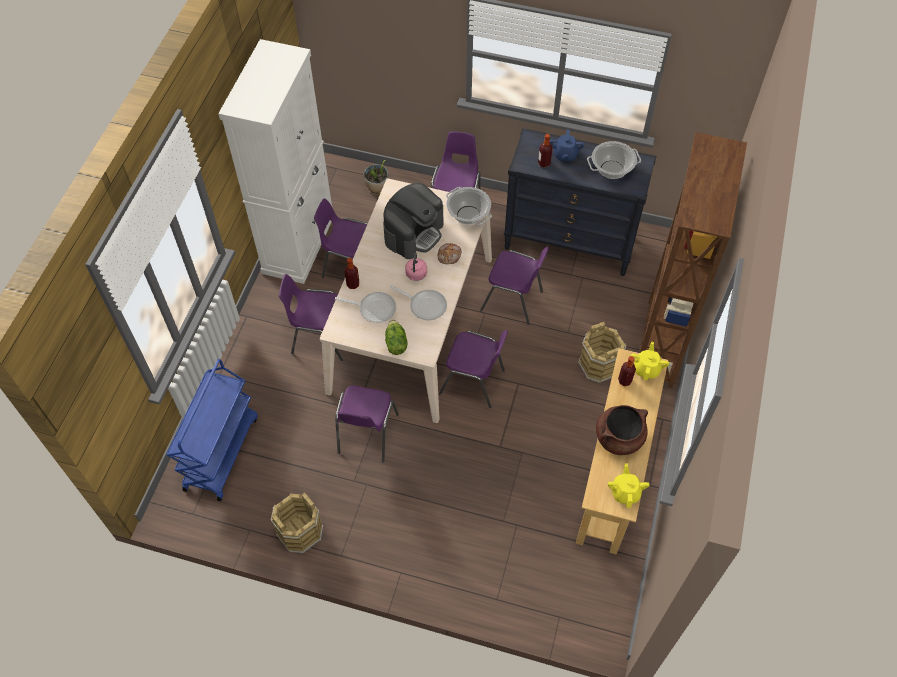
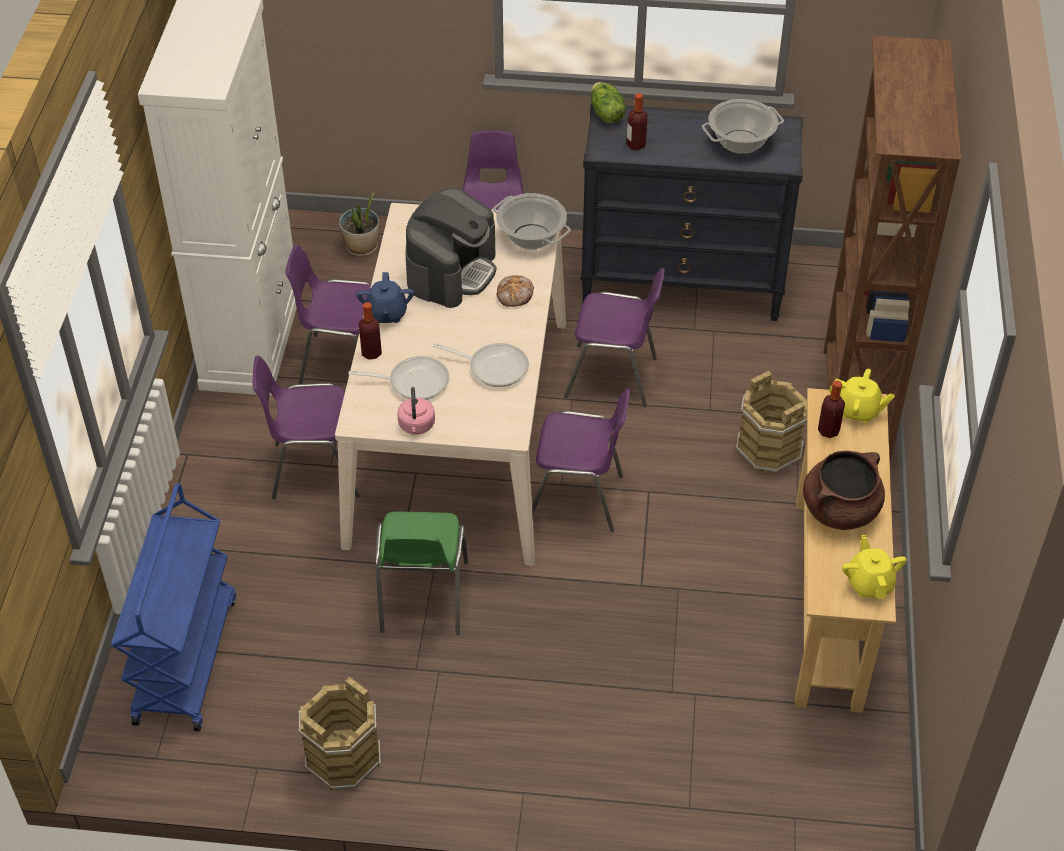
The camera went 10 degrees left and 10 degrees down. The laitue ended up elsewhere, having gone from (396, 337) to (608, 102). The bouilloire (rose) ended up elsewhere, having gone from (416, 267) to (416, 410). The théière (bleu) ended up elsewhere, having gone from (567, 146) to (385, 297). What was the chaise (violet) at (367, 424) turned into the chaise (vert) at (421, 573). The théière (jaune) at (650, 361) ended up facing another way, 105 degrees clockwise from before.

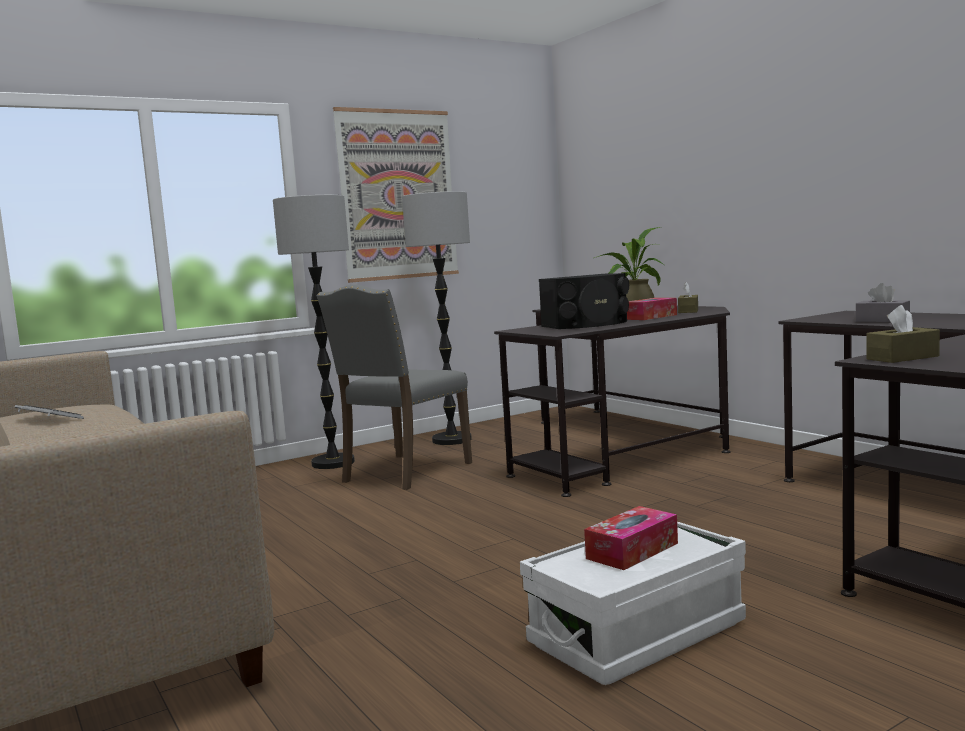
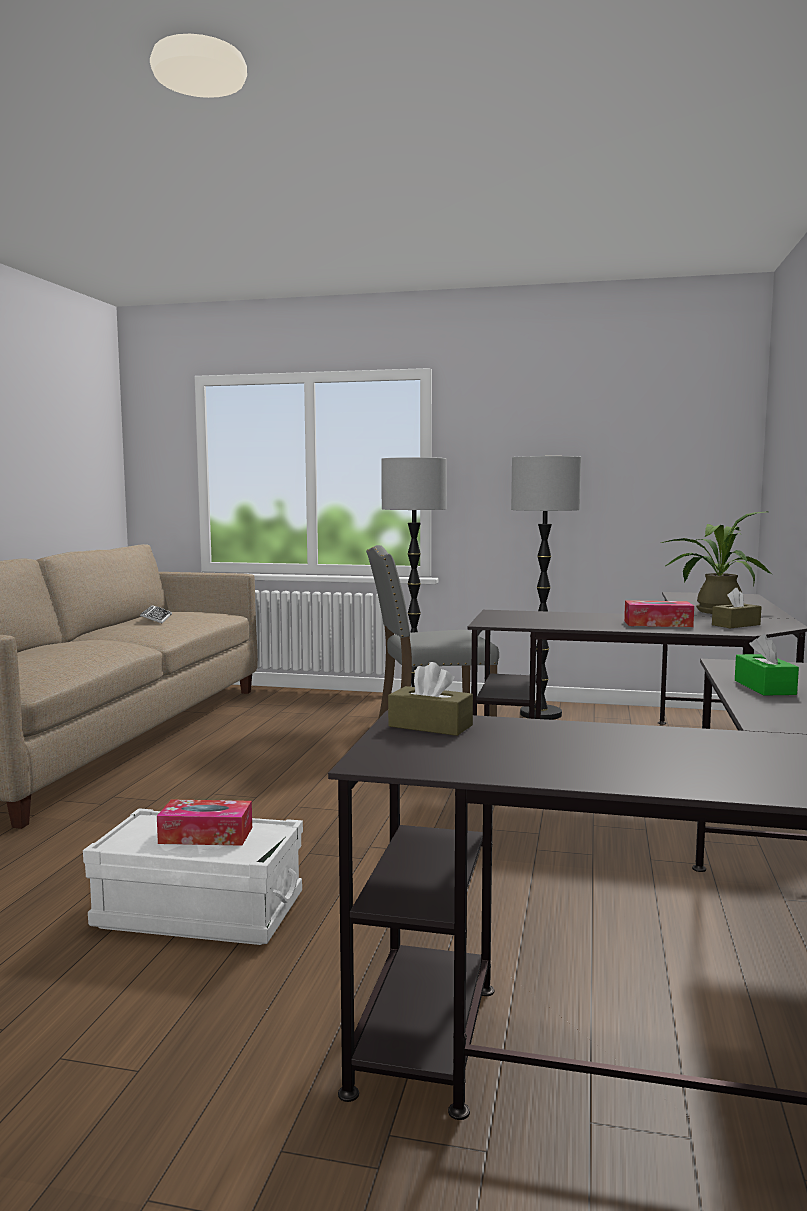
The camera went 45 degrees right and 0 degrees up. The second view lost the tableau at (396, 195). The second view lost the enceinte (noir) at (584, 301). What was the boîte à mouchoirs (gris) at (883, 302) turned into the boîte à mouchoirs (vert) at (767, 665).

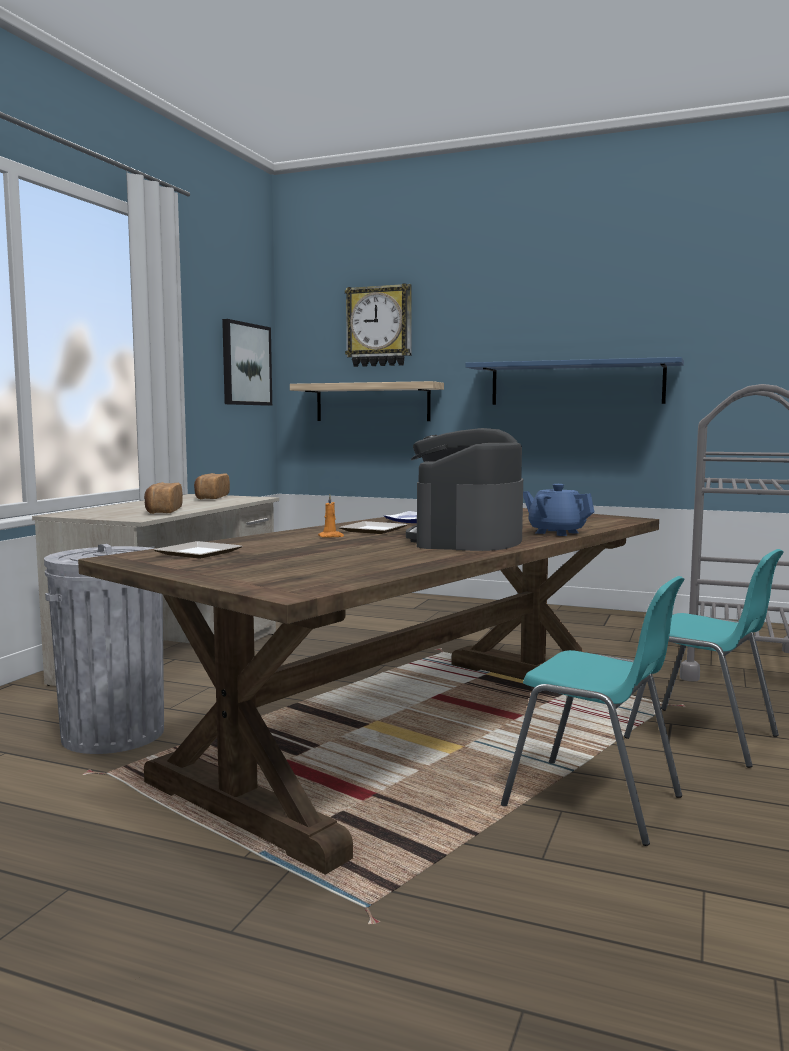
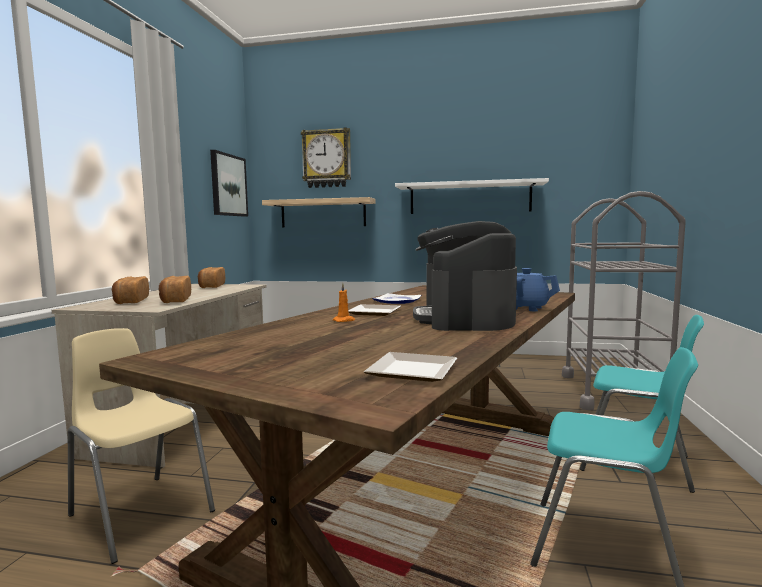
The camera went 10 degrees left and 0 degrees up. The second view gained the pain at (130, 290). The assiette ended up elsewhere, having gone from (198, 550) to (410, 367). Where the poubelle (gris) stood at (104, 649), the chaise (beige) came to stand at (141, 446). What was the étagère (bleu) at (575, 381) turned into the étagère (blanc) at (472, 196).

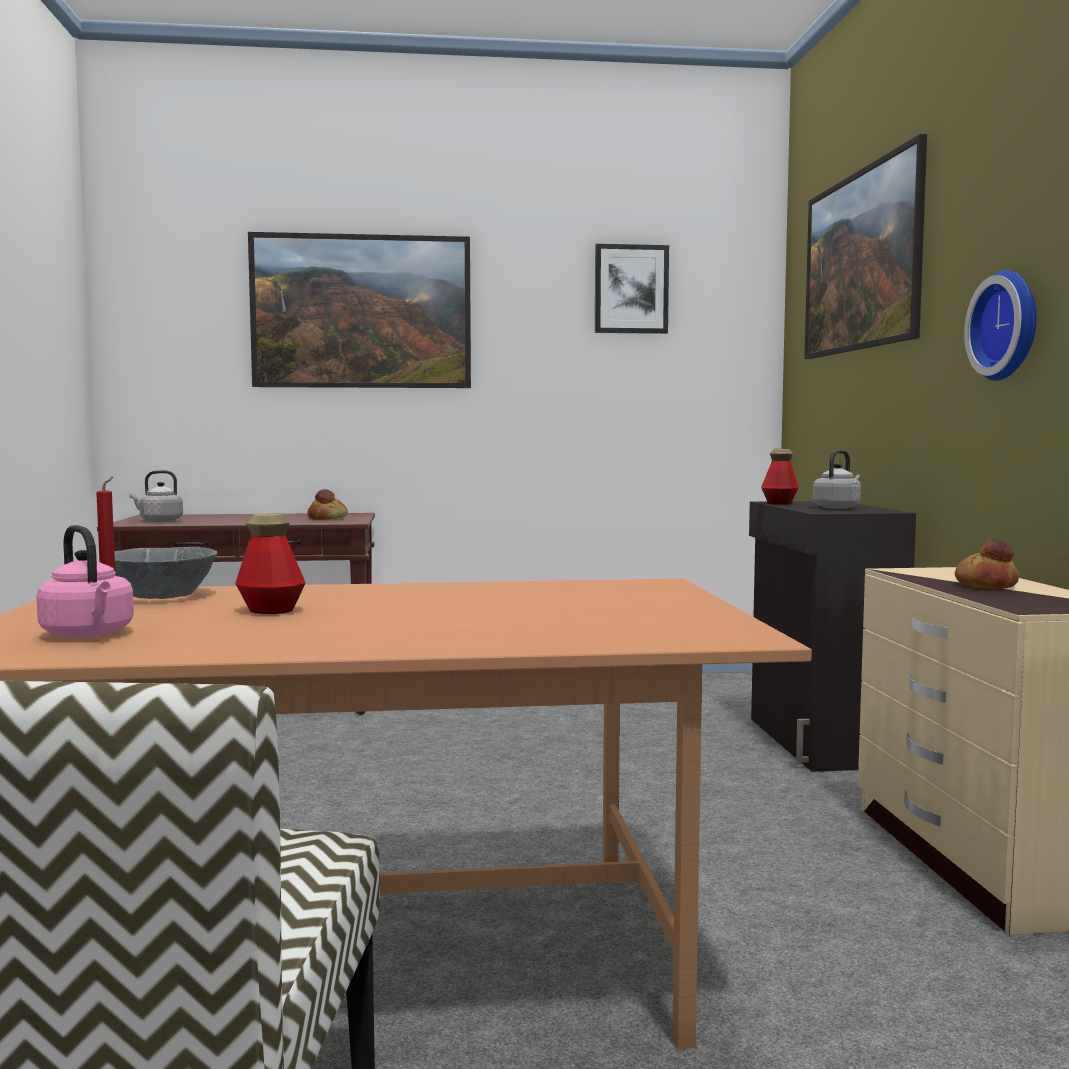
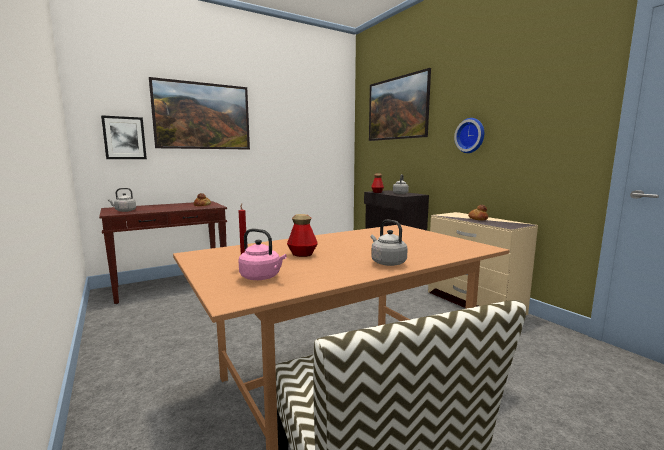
The camera went 25 degrees left and 5 degrees up. The second view lost the bol (gris) at (165, 573). The second view gained the bouilloire (gris) at (389, 243). The tableau ended up elsewhere, having gone from (632, 289) to (124, 137).

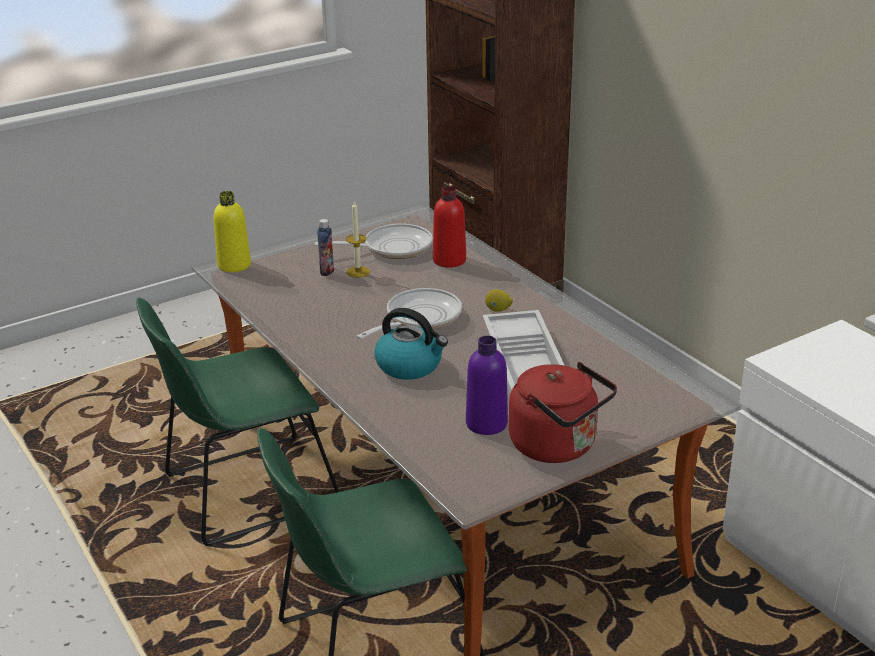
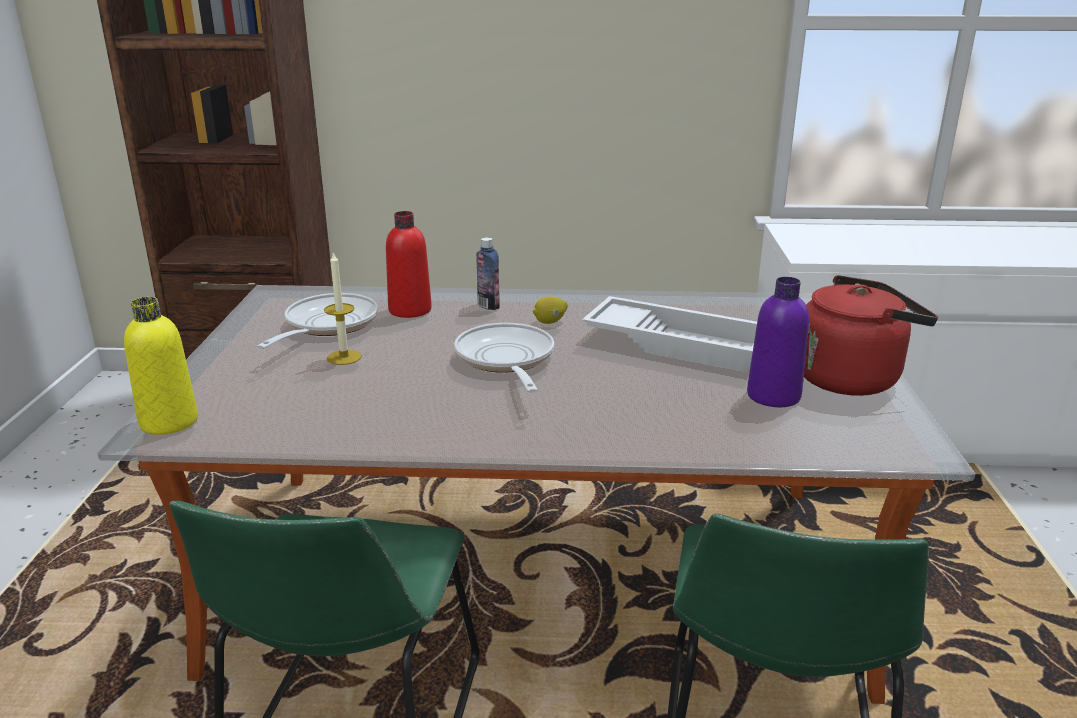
The camera went 55 degrees left and 5 degrees down. The second view lost the bouilloire at (411, 344). The bouteille ended up elsewhere, having gone from (325, 247) to (488, 273).

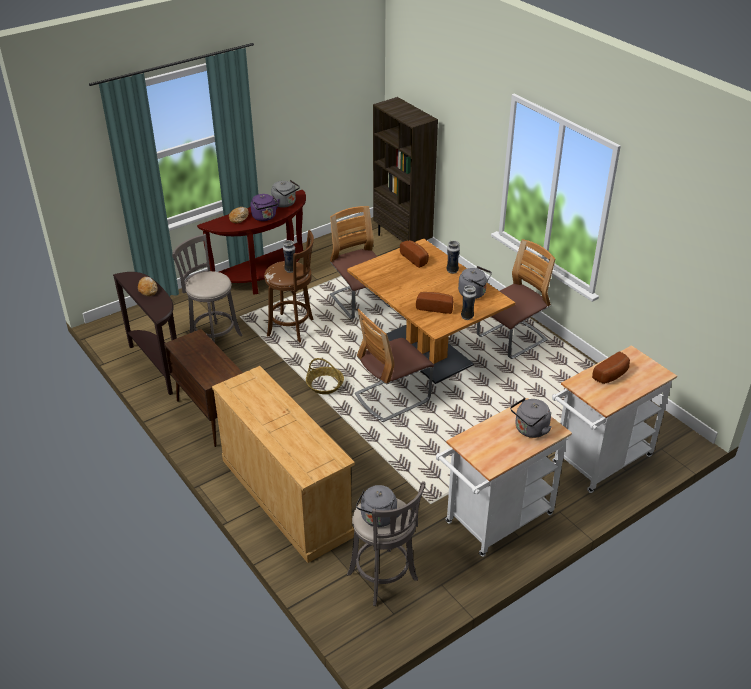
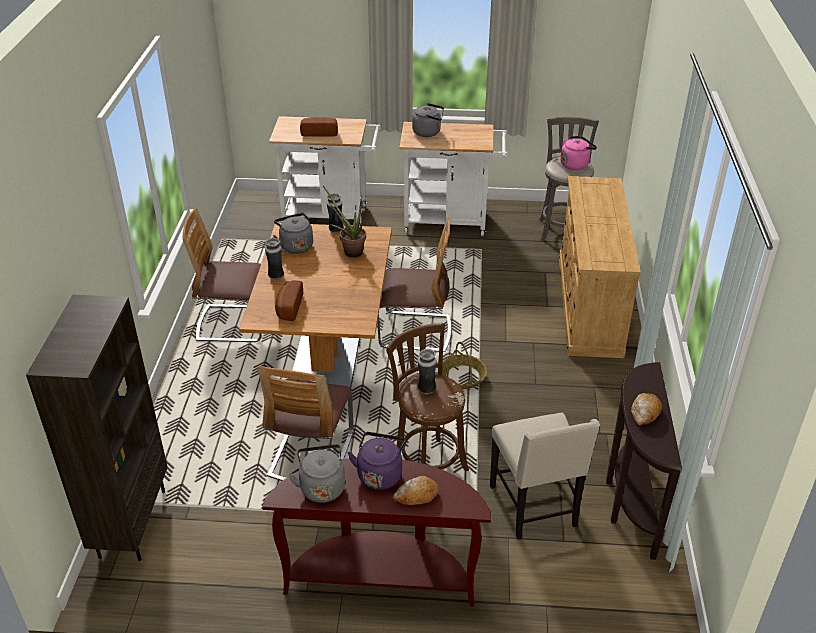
The camera went 140 degrees left and 0 degrees up. The second view lost the meuble de rangement (marron) at (203, 388). Where the tabouret (gris) stood at (207, 288), the chaise (beige) came to stand at (545, 476). Where the pain stood at (434, 303), the plante en pot came to stand at (344, 222). What was the bouilloire (gris) at (378, 506) turned into the bouilloire (rose) at (578, 153).

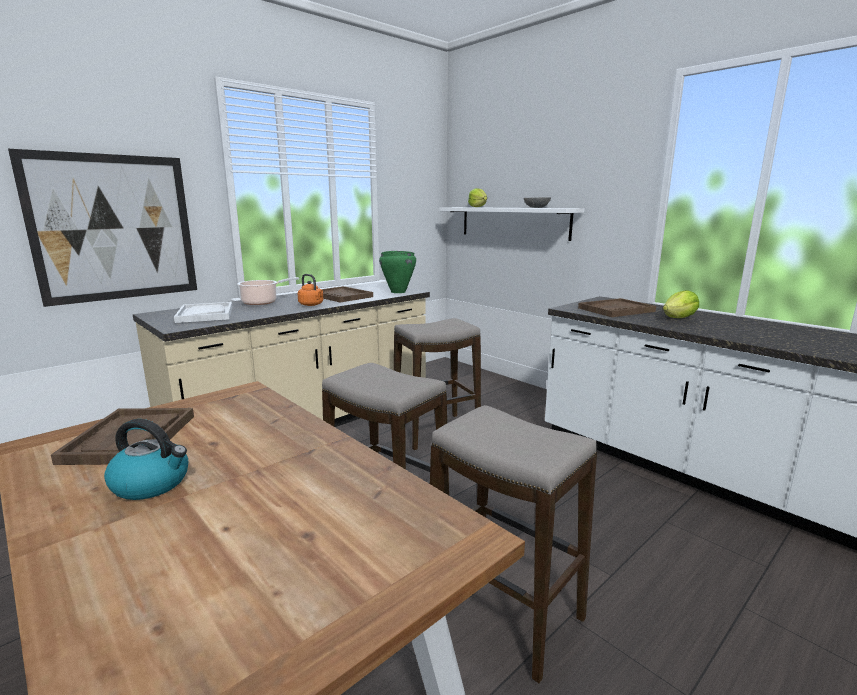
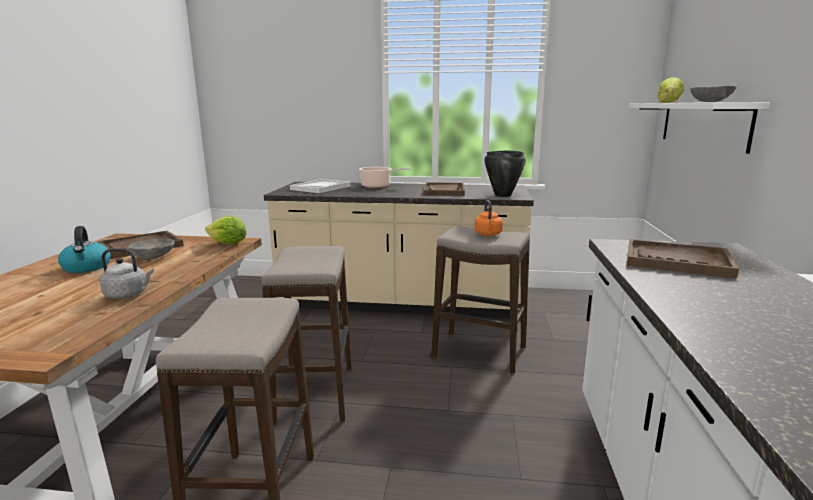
The camera went 50 degrees right and 0 degrees up. The second view lost the tableau at (102, 228). The second view gained the bouilloire (gris) at (127, 273). The second view gained the bol (gris) at (151, 249). The bouilloire (orange) ended up elsewhere, having gone from (310, 290) to (488, 218). The laitue ended up elsewhere, having gone from (681, 304) to (225, 230). What was the marmite (vert) at (397, 272) turned into the marmite (noir) at (505, 173).

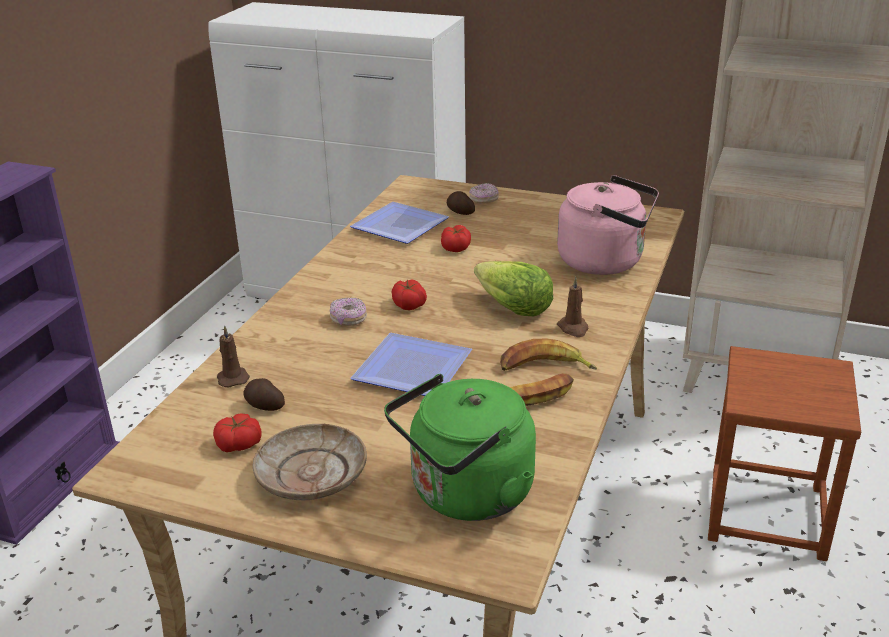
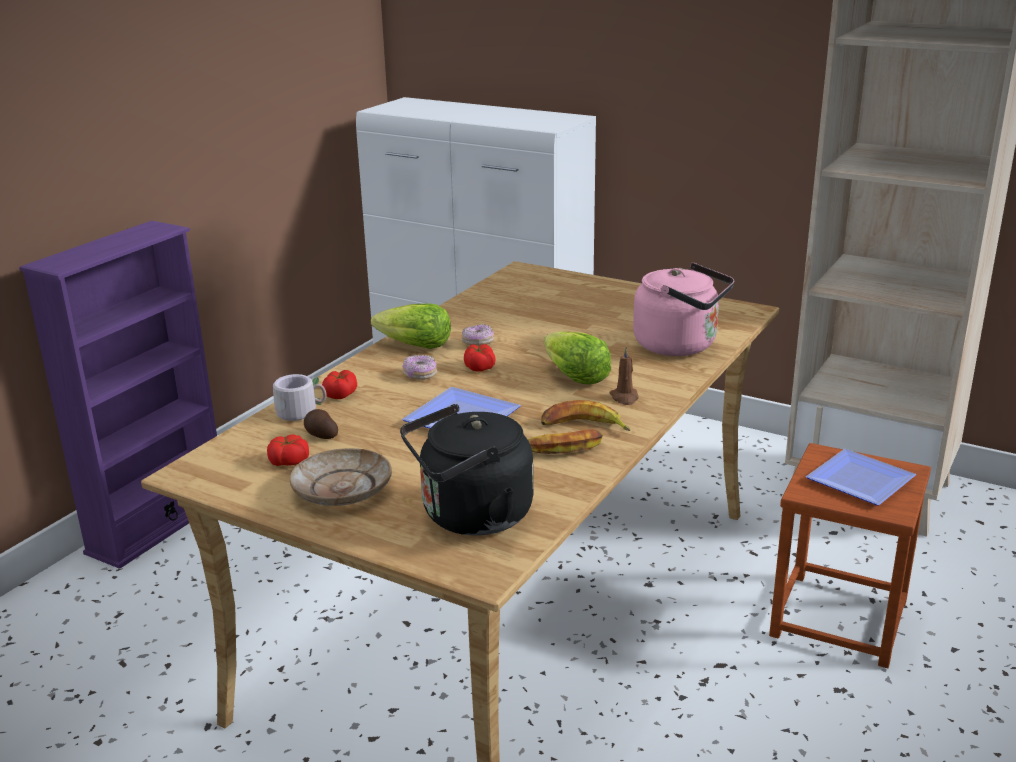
The camera went 10 degrees right and 5 degrees down. The second view lost the pomme de terre at (461, 203). The second view gained the laitue at (411, 326). The assiette ended up elsewhere, having gone from (399, 223) to (861, 477). The tomate ended up elsewhere, having gone from (456, 238) to (339, 384). The beignet ended up elsewhere, having gone from (484, 193) to (478, 335). Where the bougie (marron) stood at (233, 356), the mug (gris) came to stand at (300, 397). What was the bouilloire (vert) at (460, 447) turned into the bouilloire (noir) at (466, 470).

